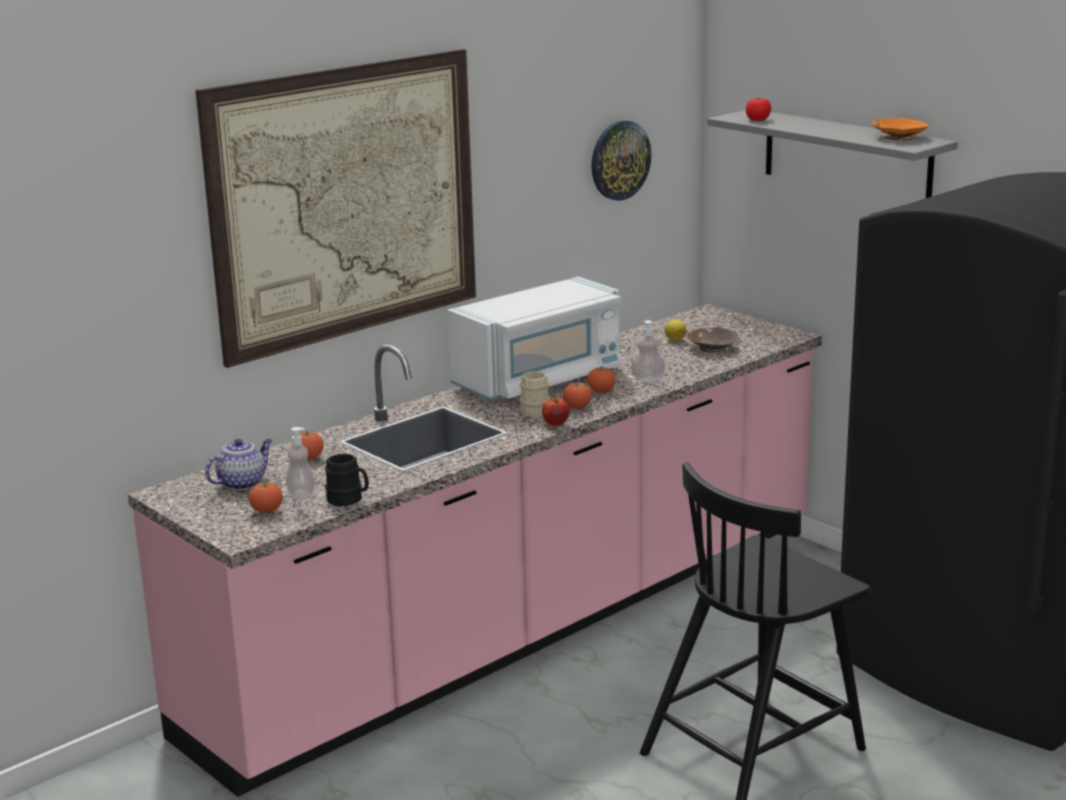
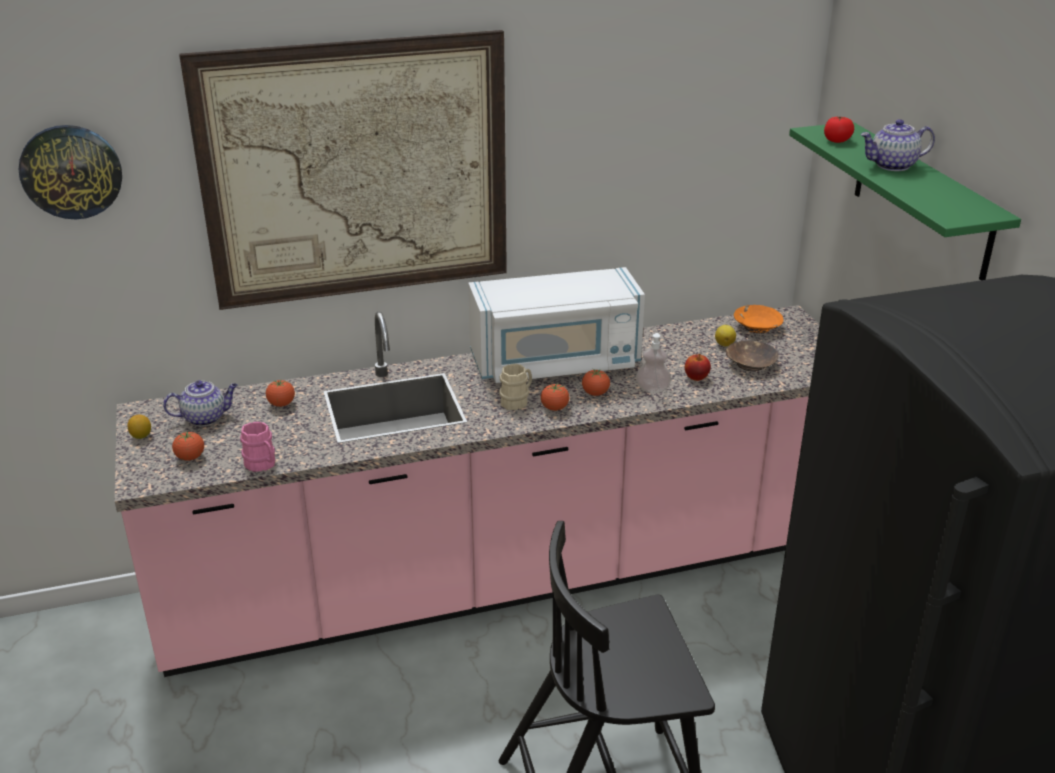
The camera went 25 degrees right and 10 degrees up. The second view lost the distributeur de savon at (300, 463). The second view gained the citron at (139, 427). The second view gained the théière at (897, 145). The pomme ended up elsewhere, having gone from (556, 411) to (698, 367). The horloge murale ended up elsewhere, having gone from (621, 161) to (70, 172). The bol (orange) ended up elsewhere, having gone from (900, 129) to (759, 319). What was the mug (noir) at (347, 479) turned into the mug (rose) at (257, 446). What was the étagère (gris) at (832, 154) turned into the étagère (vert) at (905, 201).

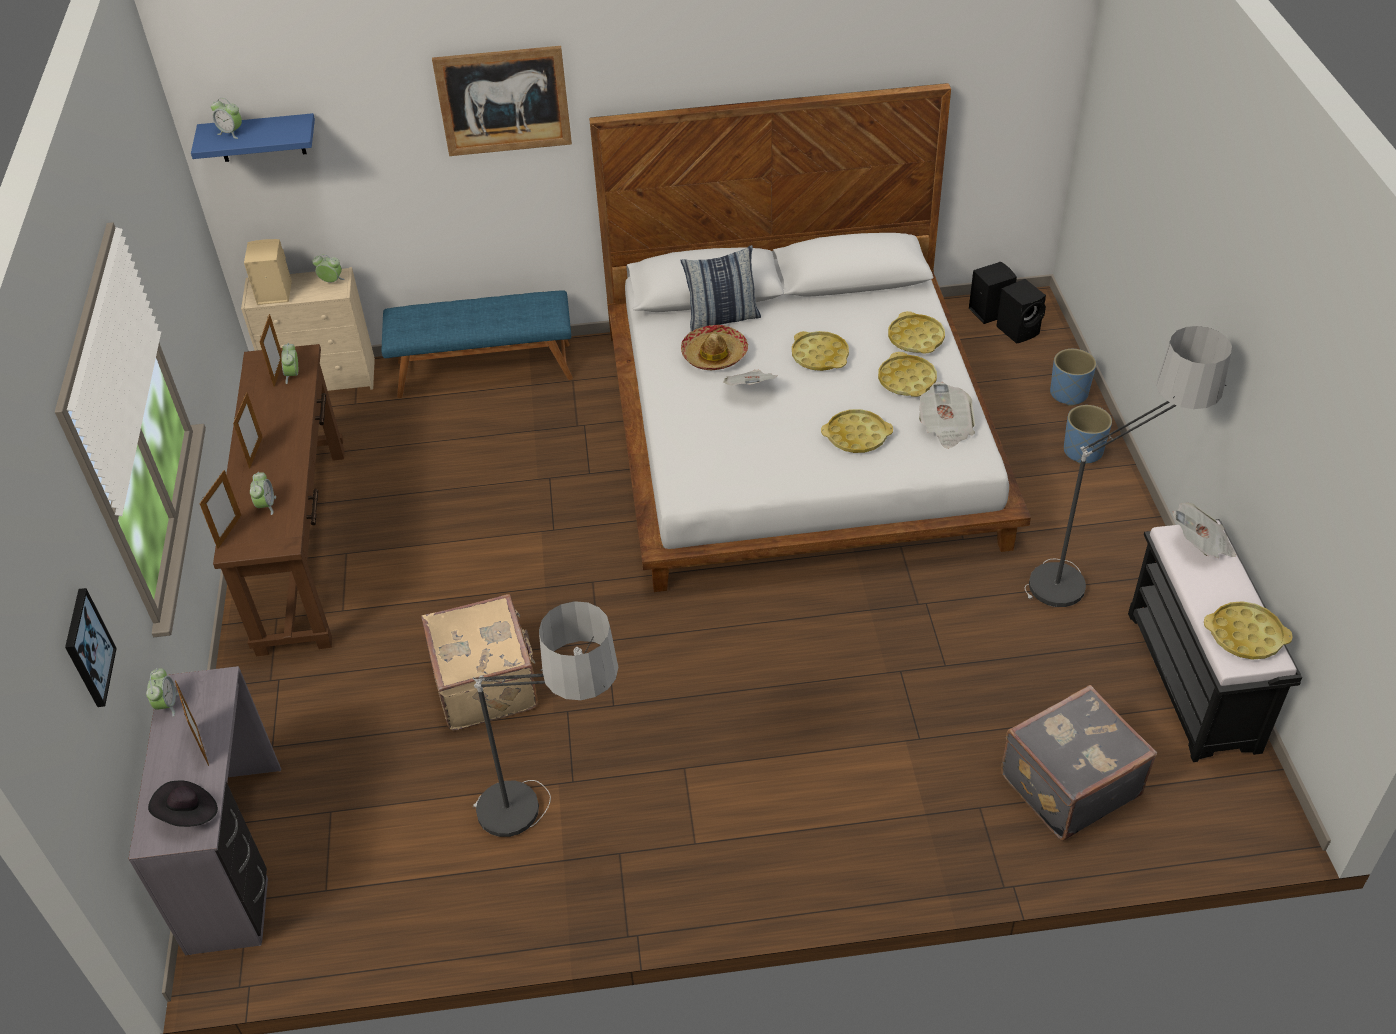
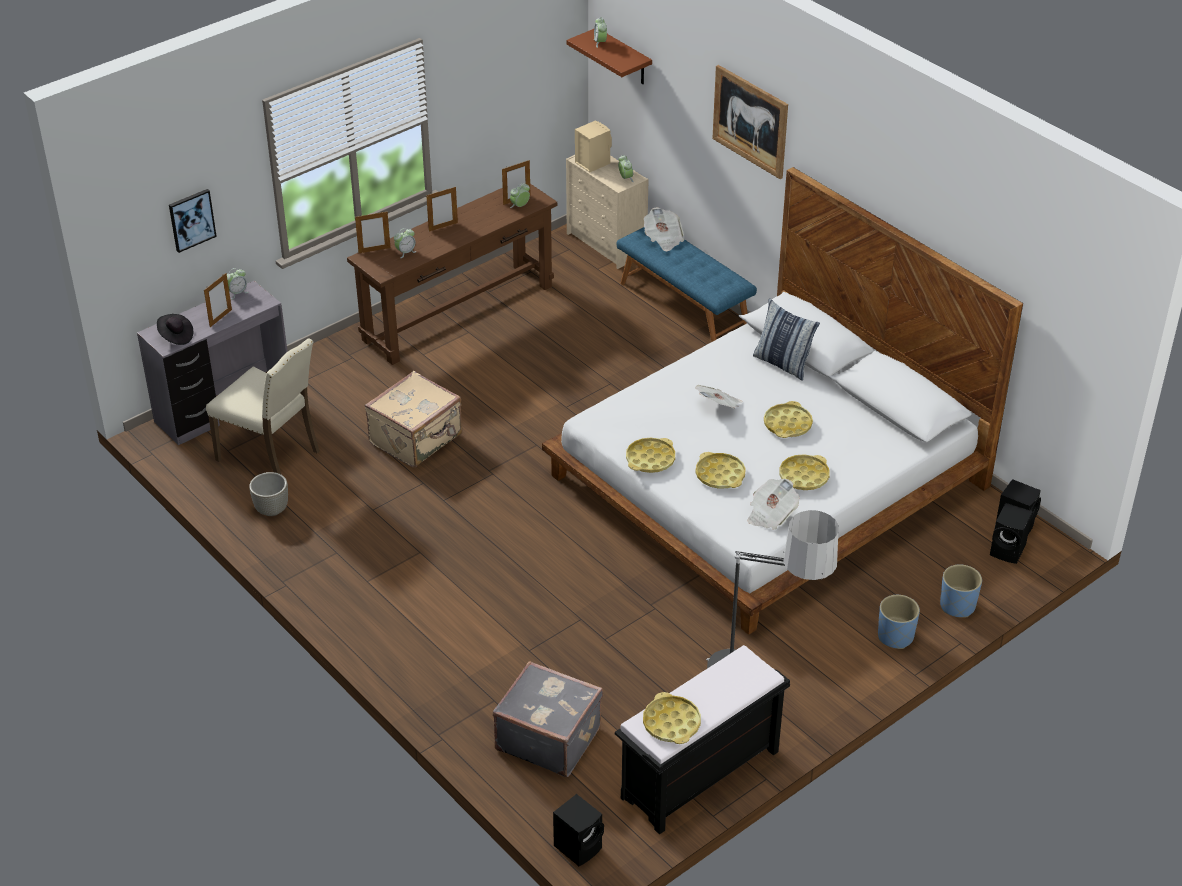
The camera went 55 degrees right and 5 degrees down. The second view lost the lampadaire at (545, 719). The second view lost the chapeau at (714, 347). The second view gained the chaise (beige) at (263, 406). The second view gained the cache-pot (gris) at (268, 494). The second view gained the enceinte (noir) at (578, 830). The plateau (jaune) ended up elsewhere, having gone from (916, 332) to (650, 455). The journal ended up elsewhere, having gone from (1205, 530) to (664, 229). What was the étagère (bleu) at (253, 137) turned into the étagère (marron) at (609, 56).

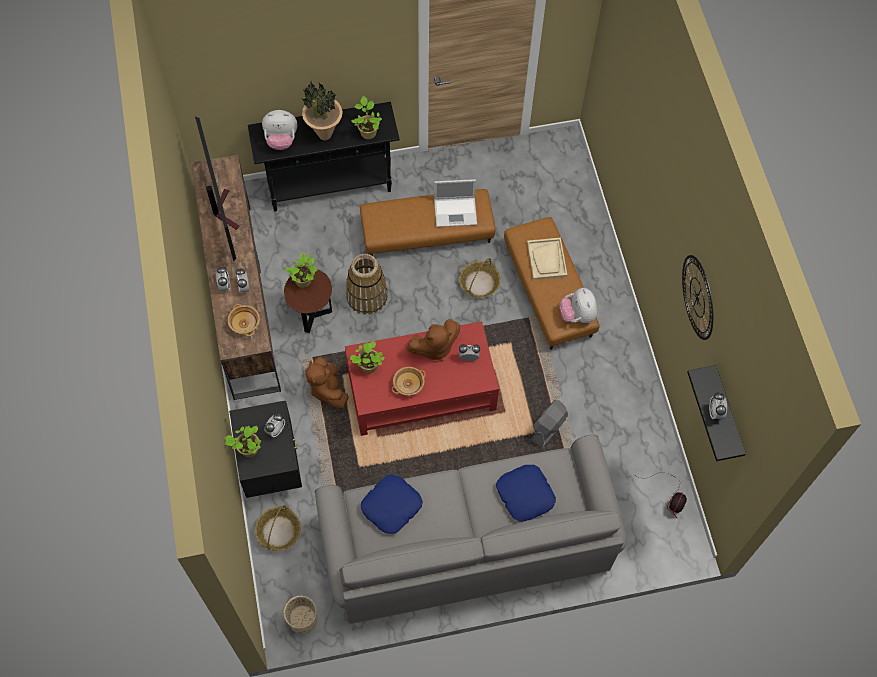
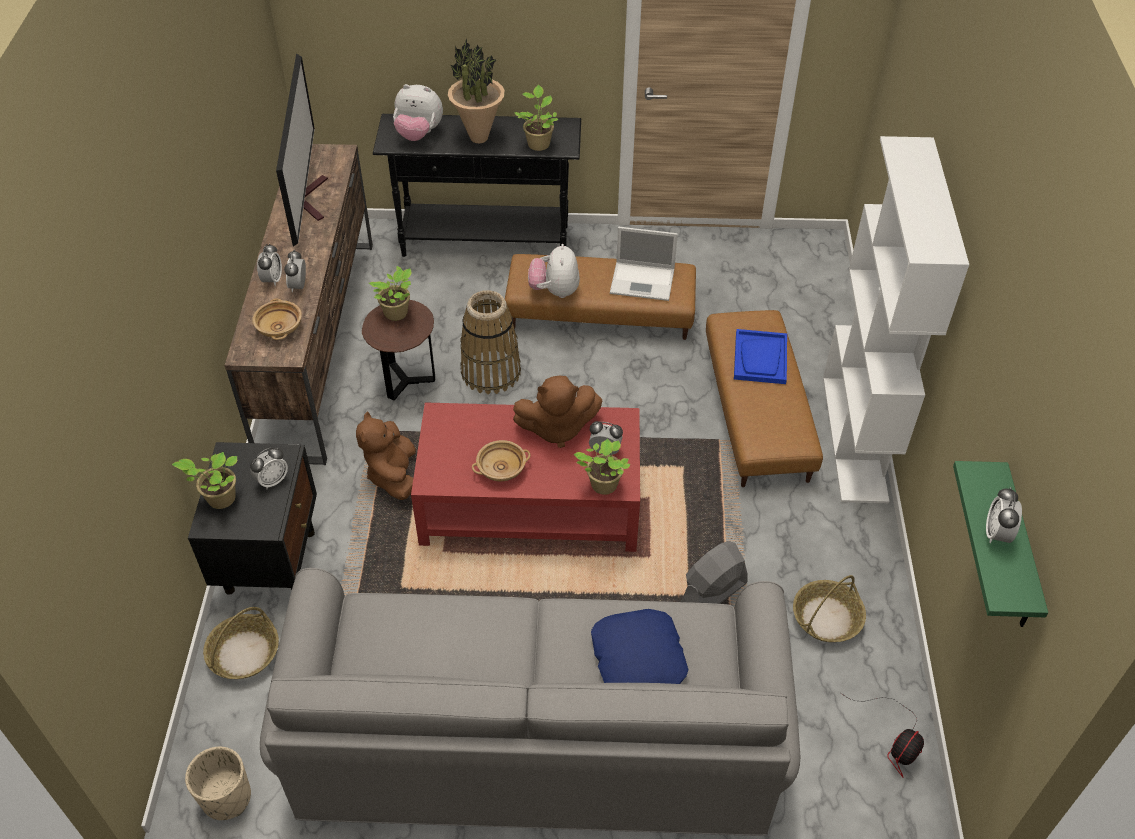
The camera went 15 degrees right and 15 degrees down. The second view lost the coussin (bleu) at (392, 504). The second view lost the horloge murale at (697, 297). The second view gained the bibliothèque (blanc) at (896, 319). The plante en pot ended up elsewhere, having gone from (367, 357) to (601, 467). The panier ended up elsewhere, having gone from (480, 278) to (829, 608). The peluche ended up elsewhere, having gone from (578, 305) to (554, 271). What was the plateau (beige) at (547, 259) turned into the plateau (bleu) at (760, 356). What was the étagère (noir) at (716, 413) turned into the étagère (vert) at (1000, 544).

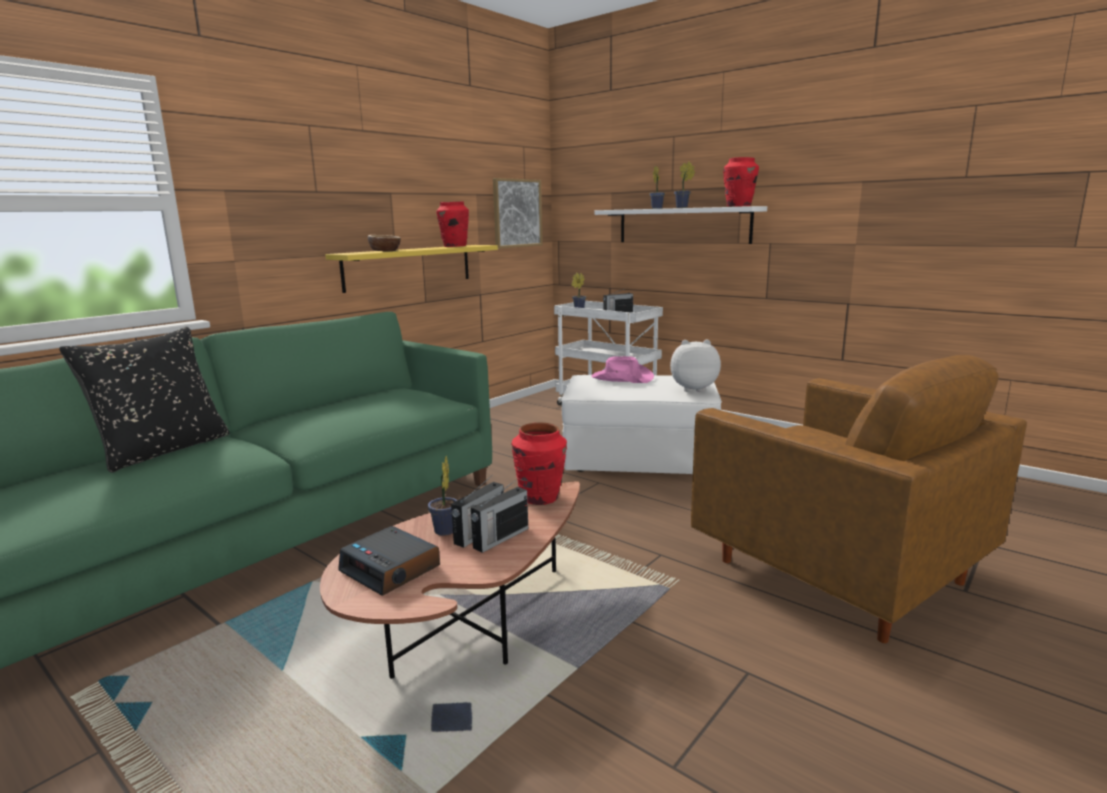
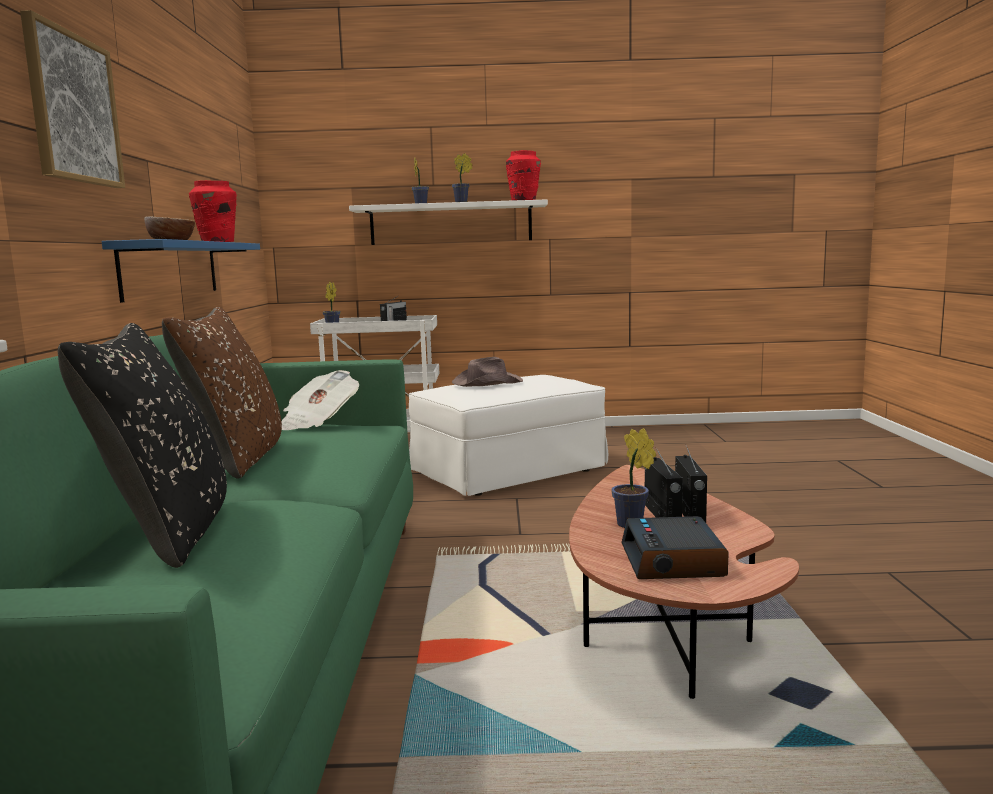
The camera went 40 degrees left and 5 degrees down. The second view lost the vase (rouge) at (539, 463). The second view lost the peluche at (695, 366). The second view lost the fauteuil (marron) at (859, 499). The second view gained the coussin (marron) at (222, 393). The second view gained the journal at (320, 400). The tableau ended up elsewhere, having gone from (518, 213) to (72, 99). What was the étagère (jaune) at (411, 269) turned into the étagère (bleu) at (181, 271). What was the chapeau (rose) at (623, 369) turned into the chapeau (marron) at (487, 372). The réveil at (389, 561) ended up facing another way, 90 degrees clockwise from before.

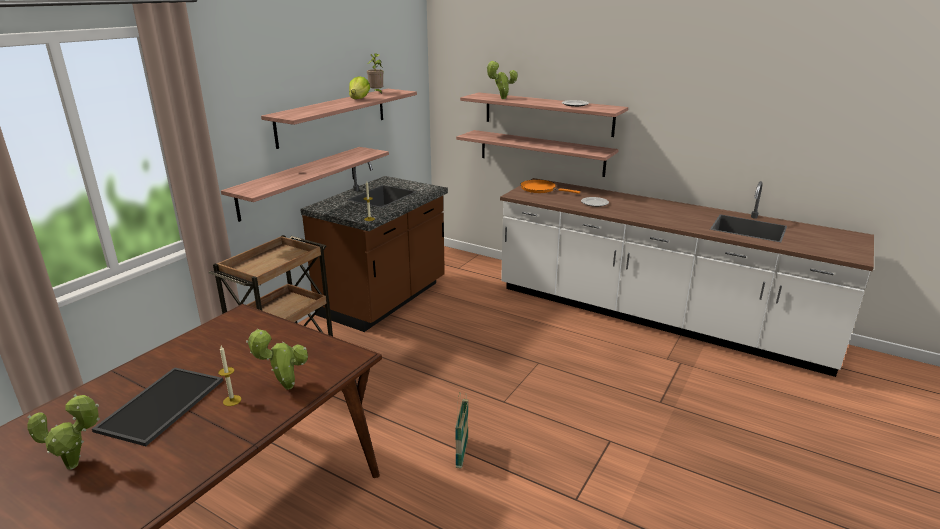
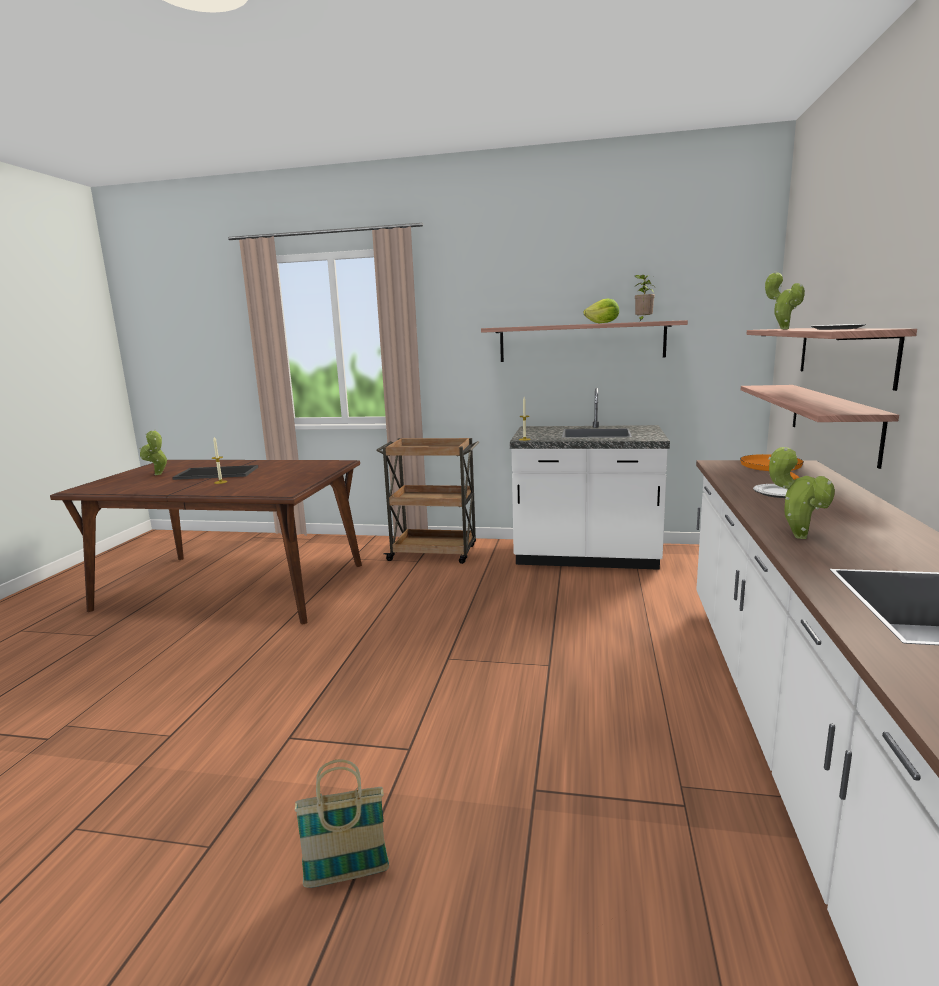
The camera went 70 degrees right and 10 degrees down. The second view lost the étagère at (305, 184). The plante en pot ended up elsewhere, having gone from (277, 359) to (801, 493). The panier ended up elsewhere, having gone from (461, 430) to (342, 823). What was the comptoir de cuisine (marron) at (374, 247) turned into the comptoir de cuisine (blanc) at (590, 479).

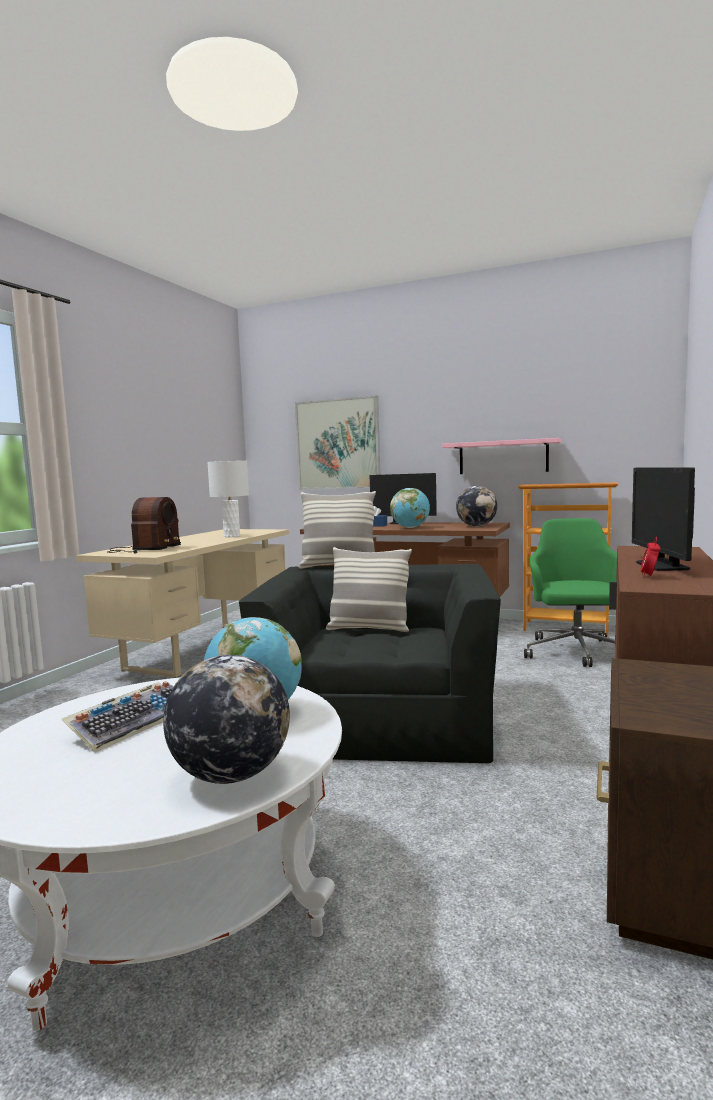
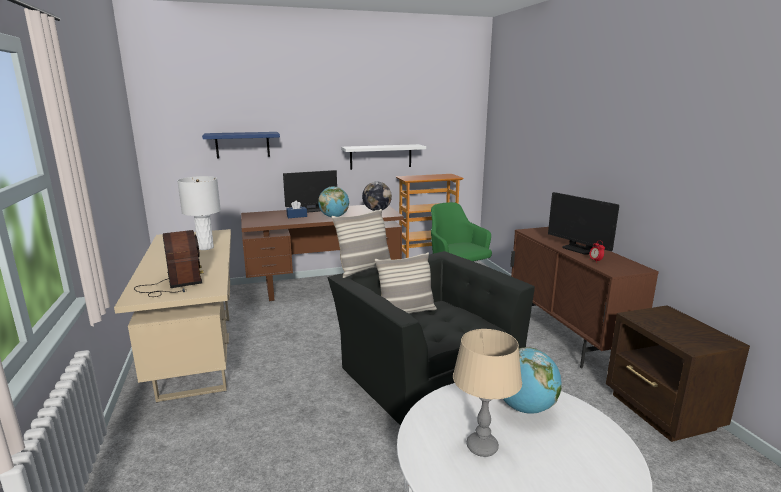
The camera went 40 degrees left and 10 degrees up. The second view lost the globe at (226, 719). Where the clavier stood at (117, 717), the lampe de table (beige) came to stand at (487, 393). Where the tableau hung at (337, 442), the étagère (bleu) came to hang at (241, 145). What was the étagère (rose) at (502, 456) turned into the étagère (blanc) at (383, 157).

